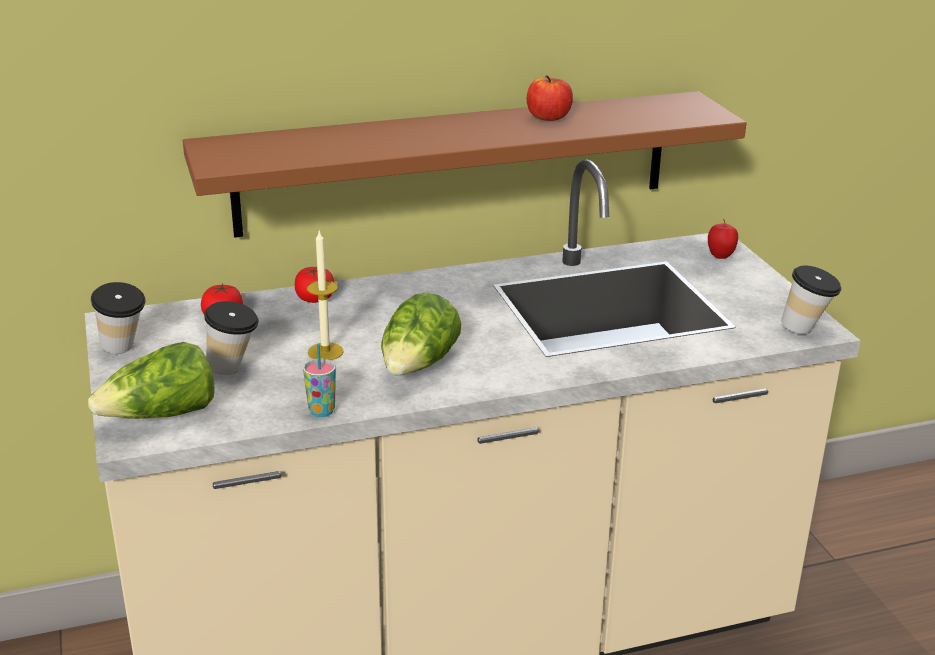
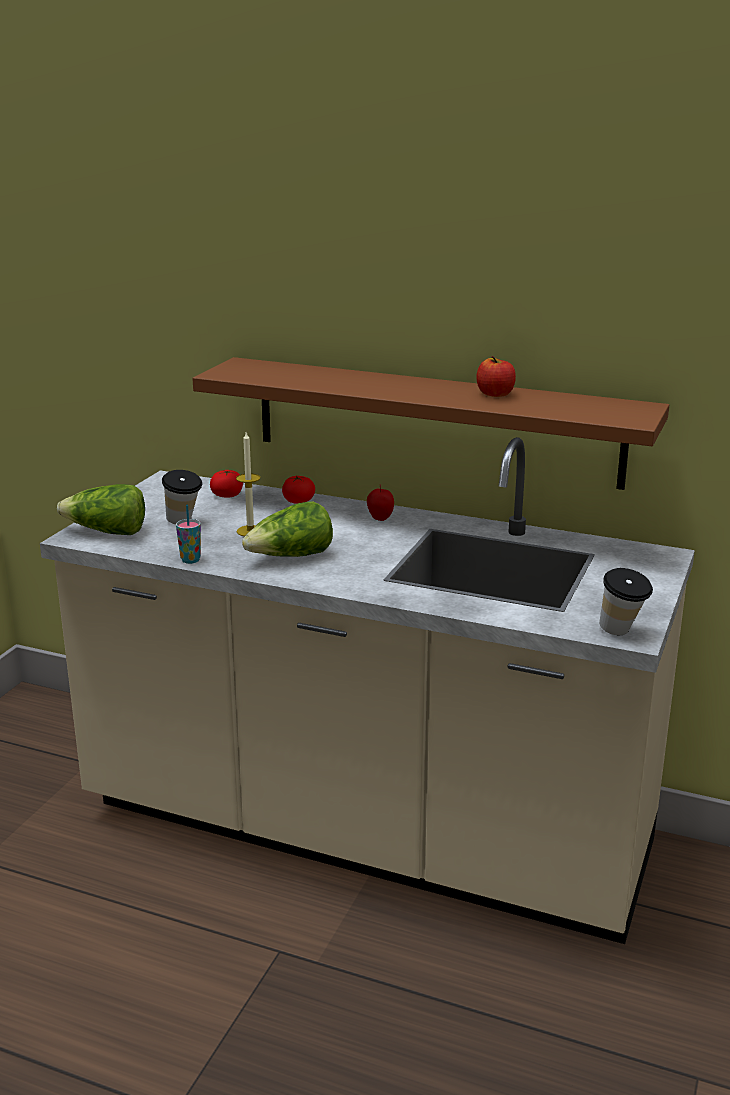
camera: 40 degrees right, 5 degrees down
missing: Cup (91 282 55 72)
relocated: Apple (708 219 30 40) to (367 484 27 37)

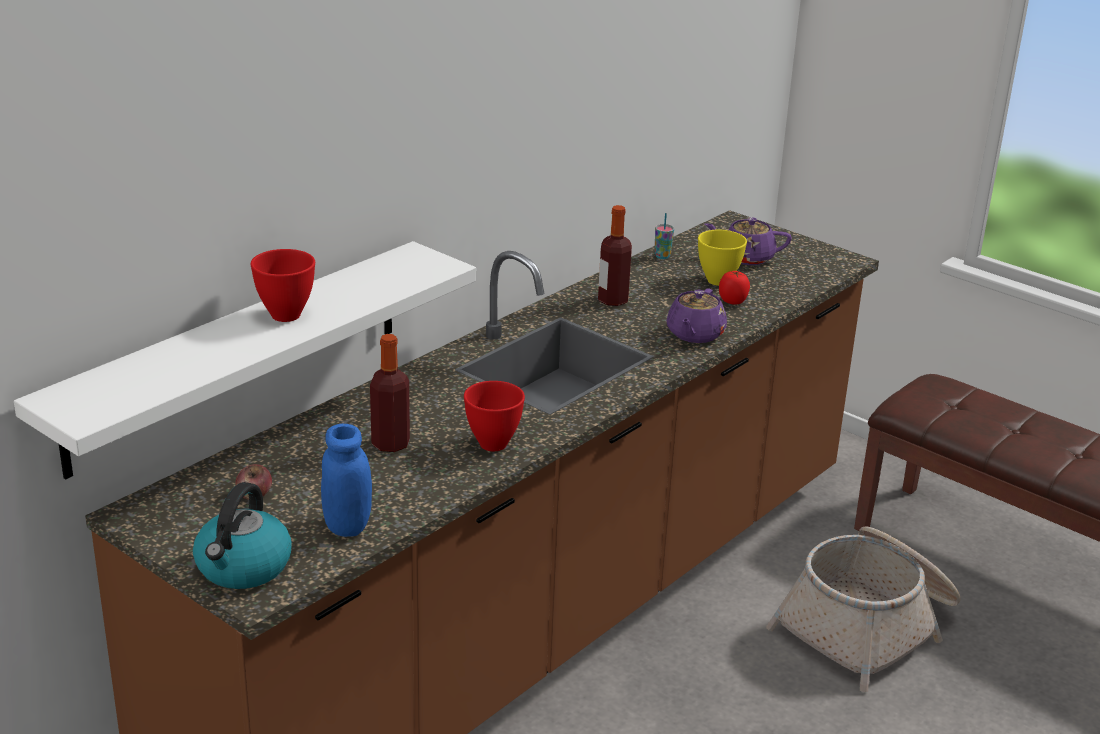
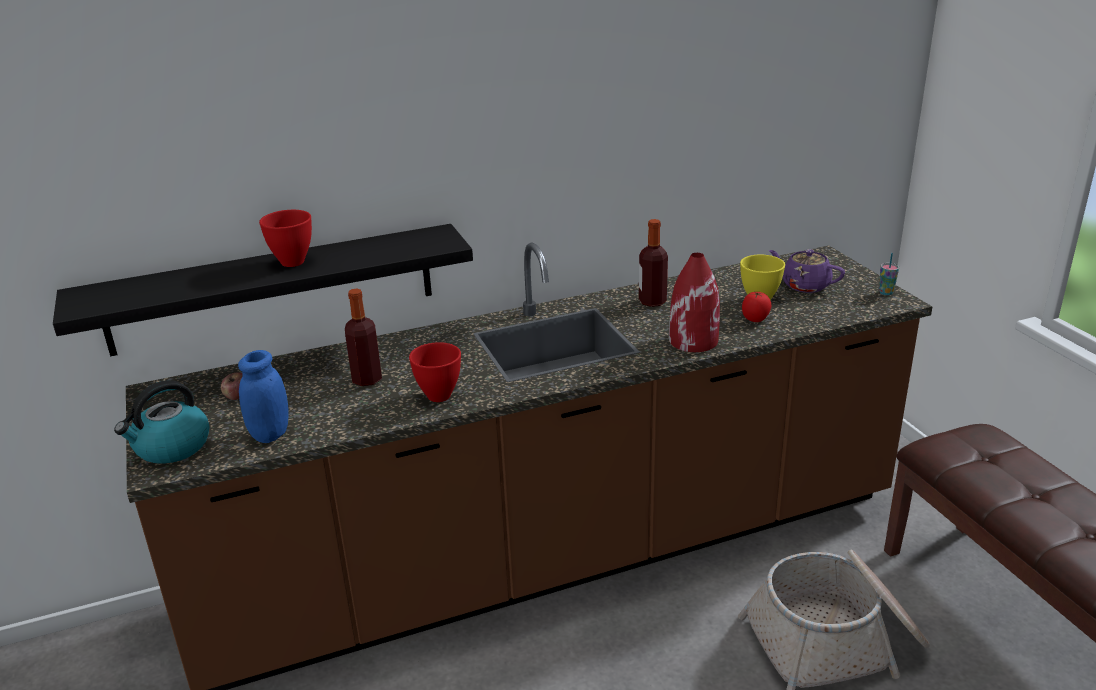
camera: 30 degrees right, 0 degrees up
relocated: Cup (655 213 19 46) to (879 253 20 42)
exchanged: PurpleTeapot (666 289 61 54) to RedVase (669 253 51 99)
colour: WhiteShelf (14 241 462 238) to BlackShelf (53 224 420 132)

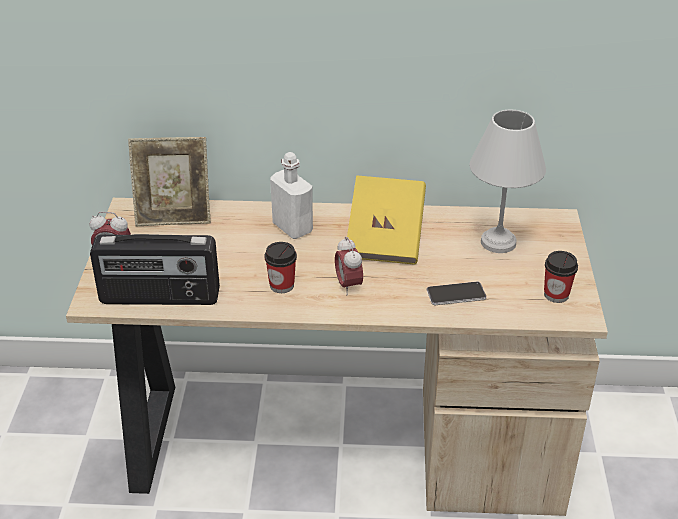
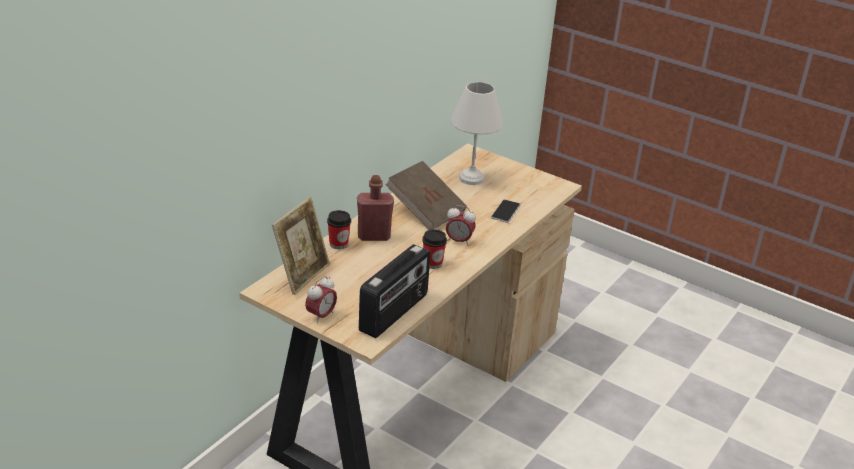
camera: 60 degrees left, 5 degrees down
relocated: Cup (544 251 34 52) to (327 210 24 39)
colour: WhiteBottle (270 152 43 87) to RedBottle (357 175 37 66); YellowBook (347 175 79 90) to BrownBook (385 161 82 69)

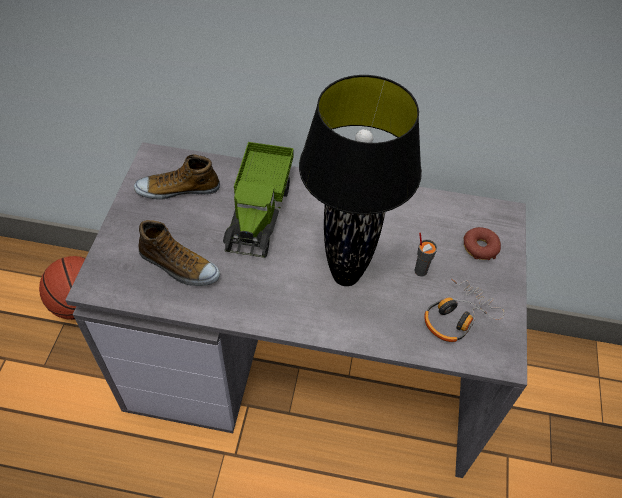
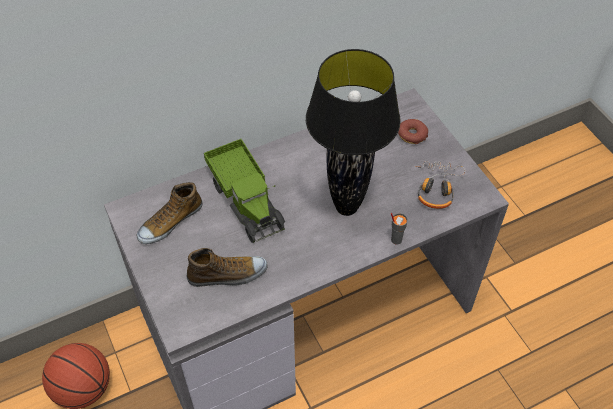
camera: 35 degrees left, 0 degrees up
relocated: GreyCup (415 233 22 44) to (391 213 17 32)

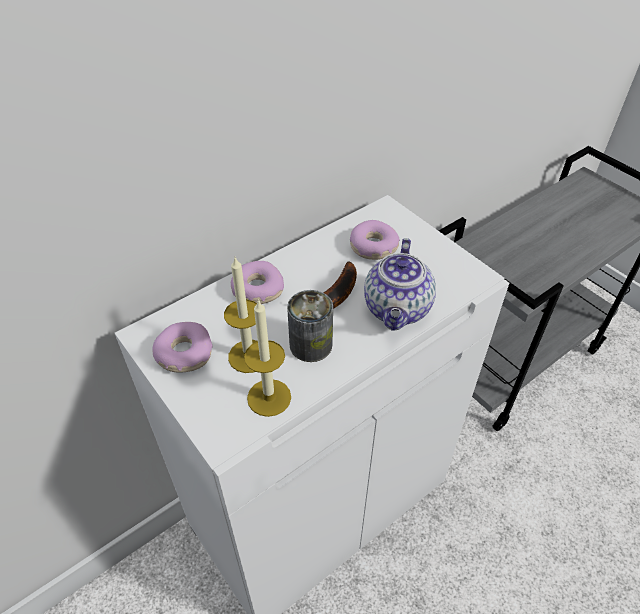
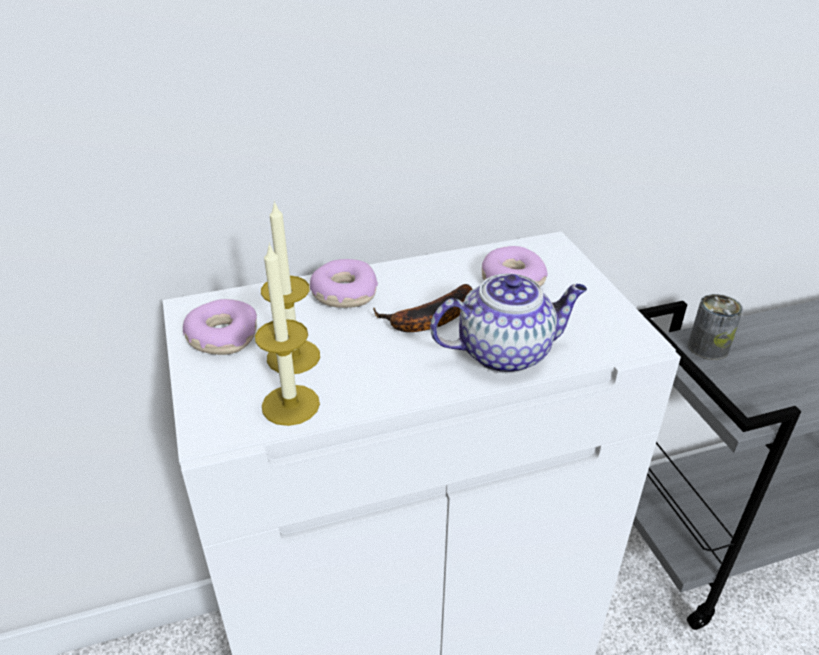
camera: 20 degrees right, 10 degrees down
relocated: Can (287 290 46 72) to (688 294 55 66)
spun: Teapot (364 238 72 93) = (430 274 157 99) 135 degrees counterclockwise

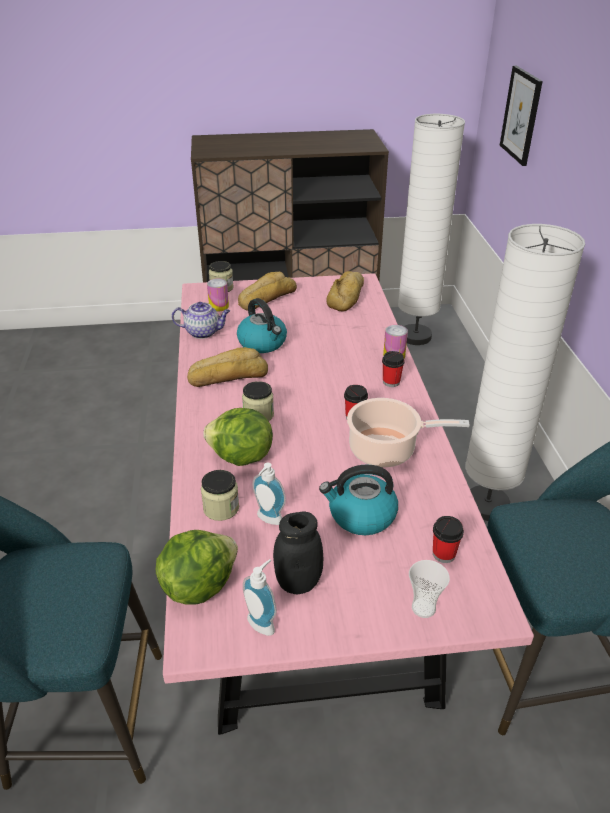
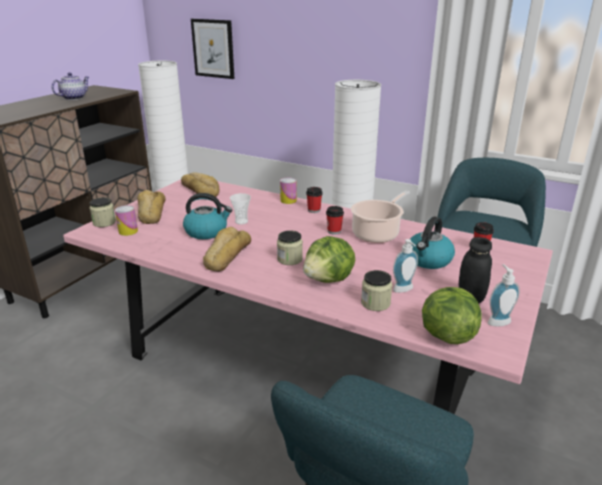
camera: 55 degrees left, 10 degrees down
relocated: Teapot (172 302 58 37) to (52 72 37 28); Cup (409 560 41 58) to (230 193 21 32)

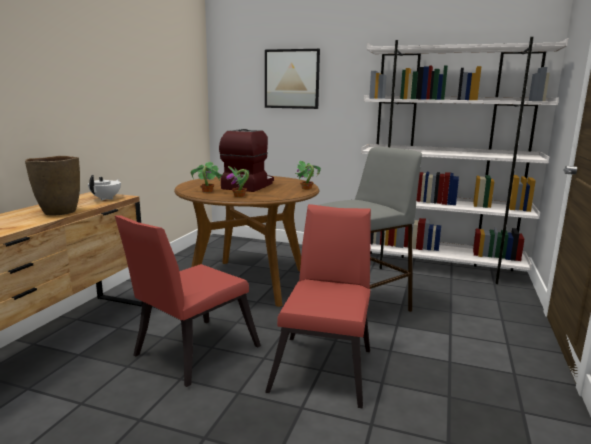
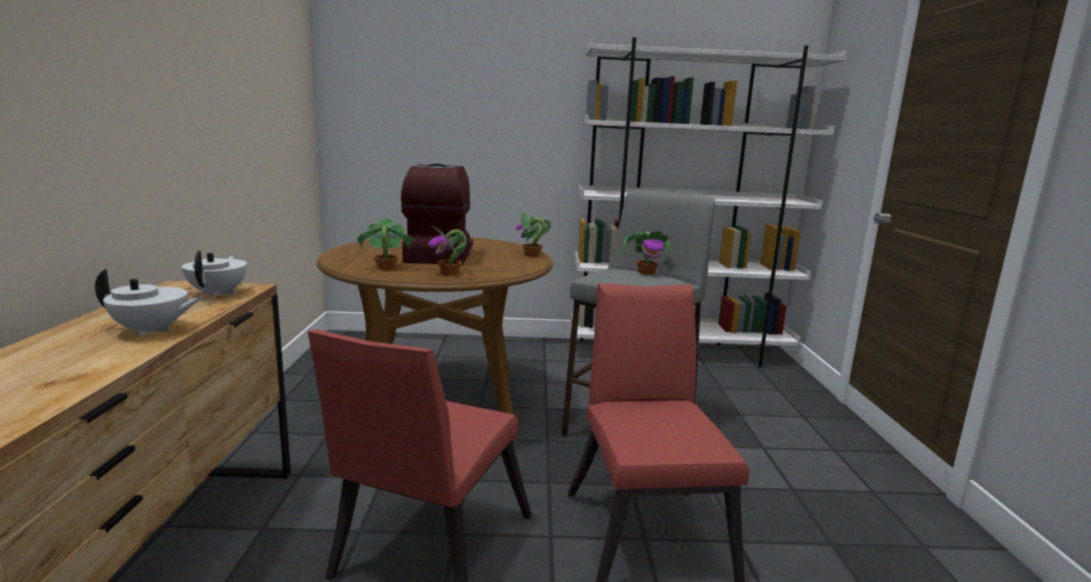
camera: 20 degrees left, 0 degrees up
missing: Picture (265 49 55 60)
appeared: PottedPlant (624 231 50 44)
exchanged: BrownVase (25 156 55 60) to WhiteTeapot (95 269 107 68)

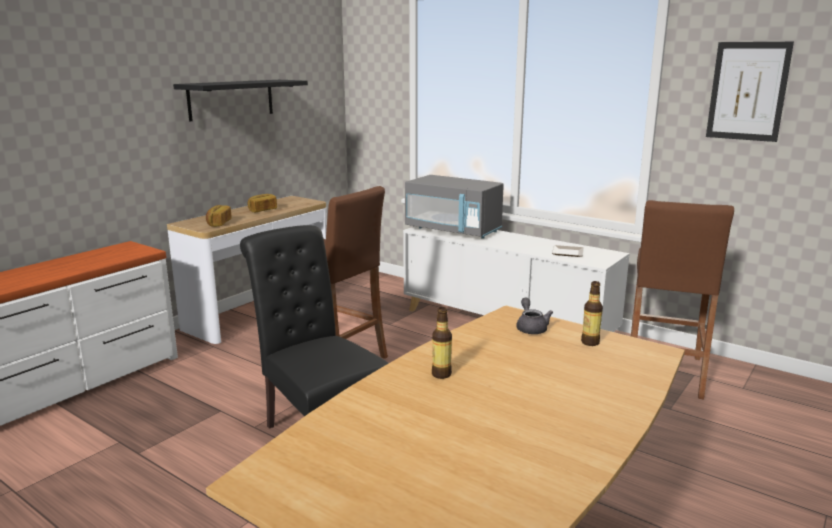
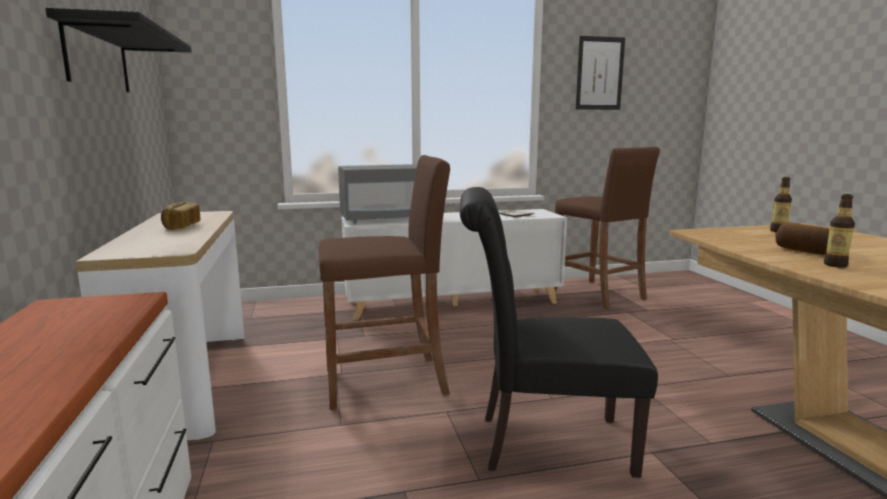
camera: 50 degrees left, 5 degrees down
missing: GreyTeapot (516 297 37 37)
relocated: Bread (206 205 26 22) to (776 222 54 33)

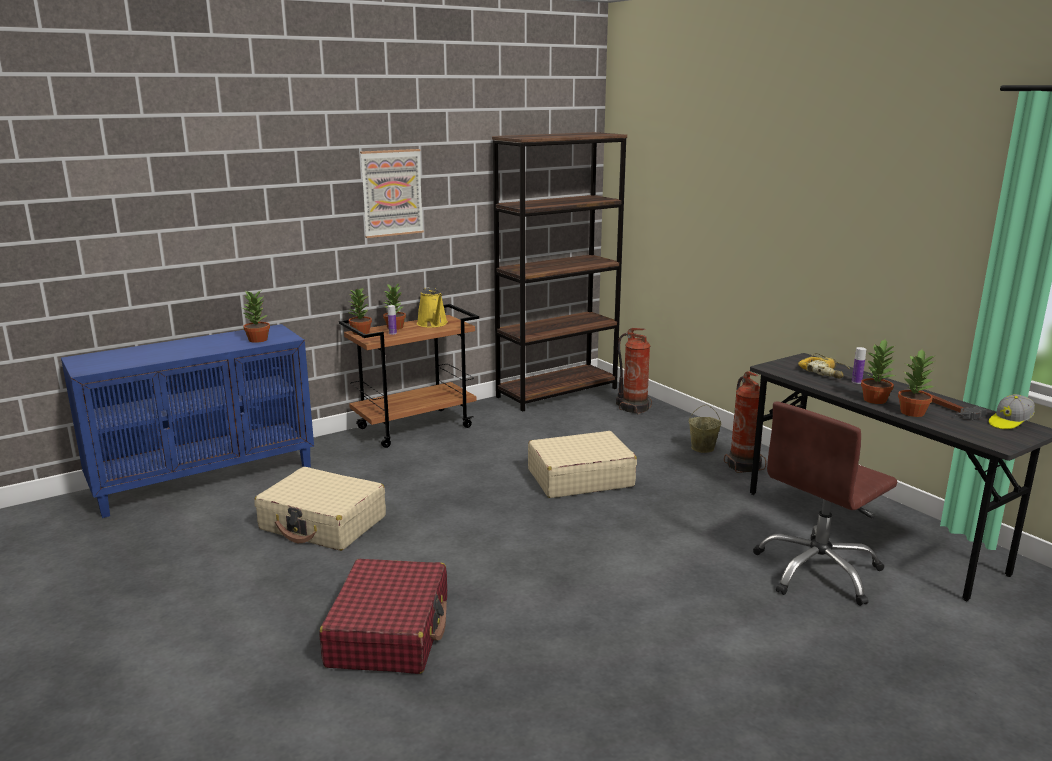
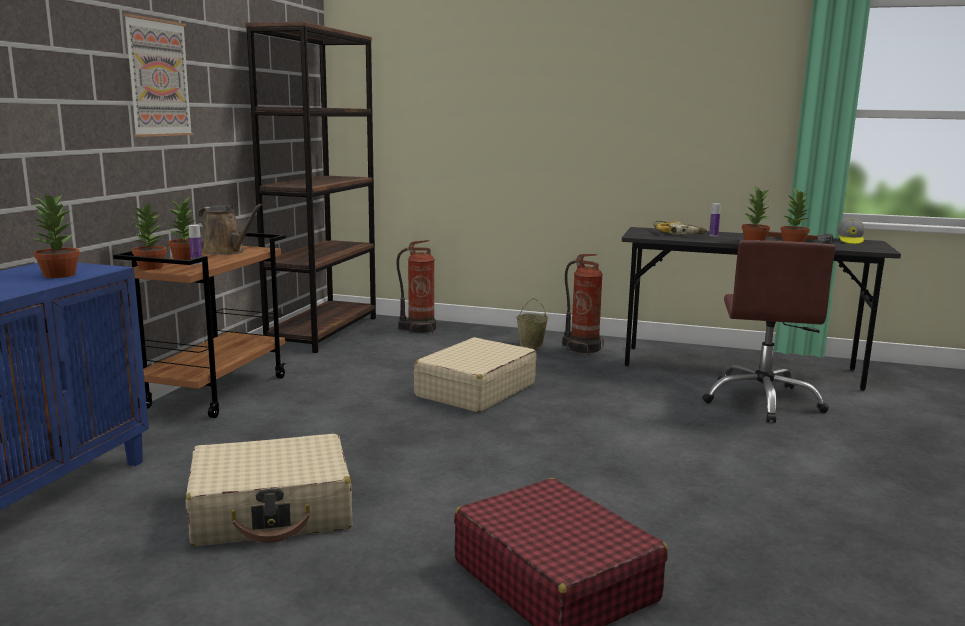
camera: 40 degrees left, 5 degrees down
colour: YellowWateringCan (417 287 31 41) to BrownWateringCan (198 204 64 51)

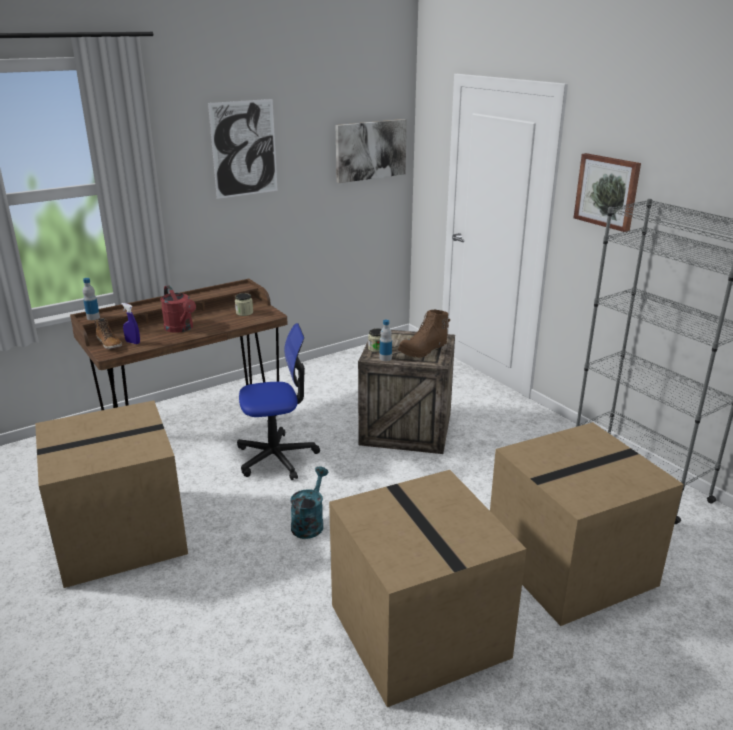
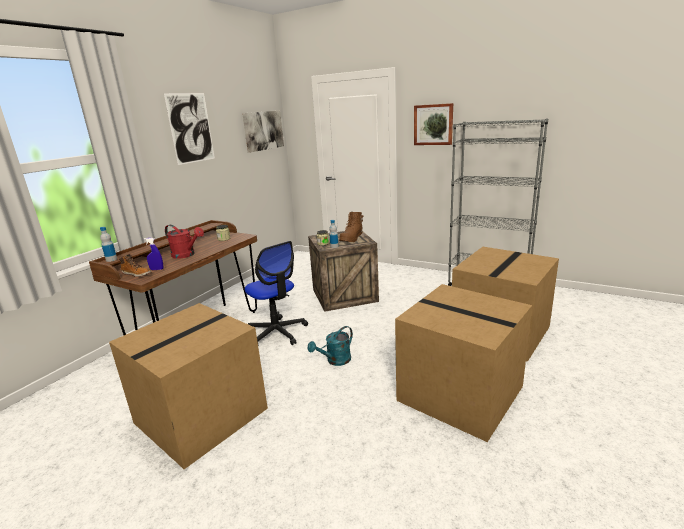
camera: 25 degrees left, 5 degrees down
spun: OfficeChair (237 323 83 157) = (245 241 63 104) 90 degrees clockwise; TurquoiseWateringCan (290 467 38 72) = (308 326 45 40) 120 degrees counterclockwise

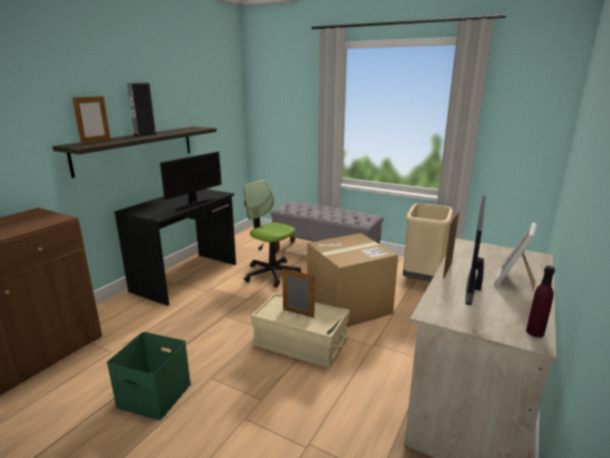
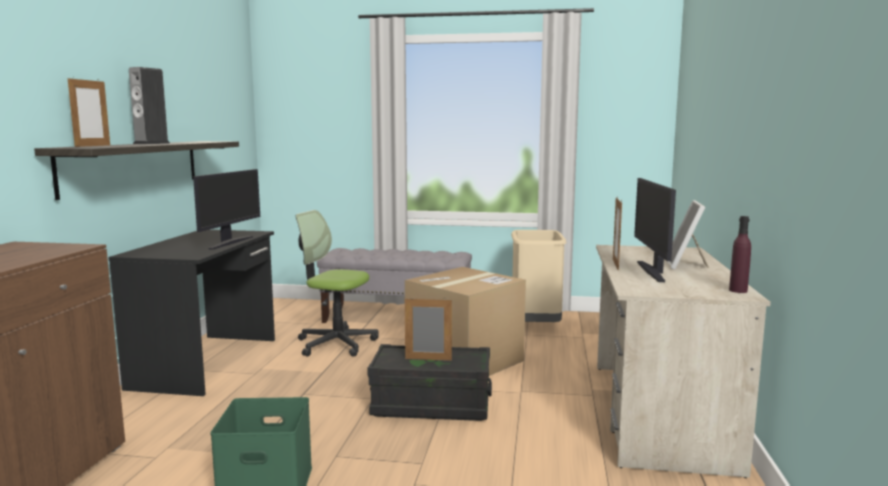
camera: 20 degrees left, 10 degrees down
colour: BeigeStorageBox (251 292 99 77) to BlackStorageBox (367 344 125 77)

